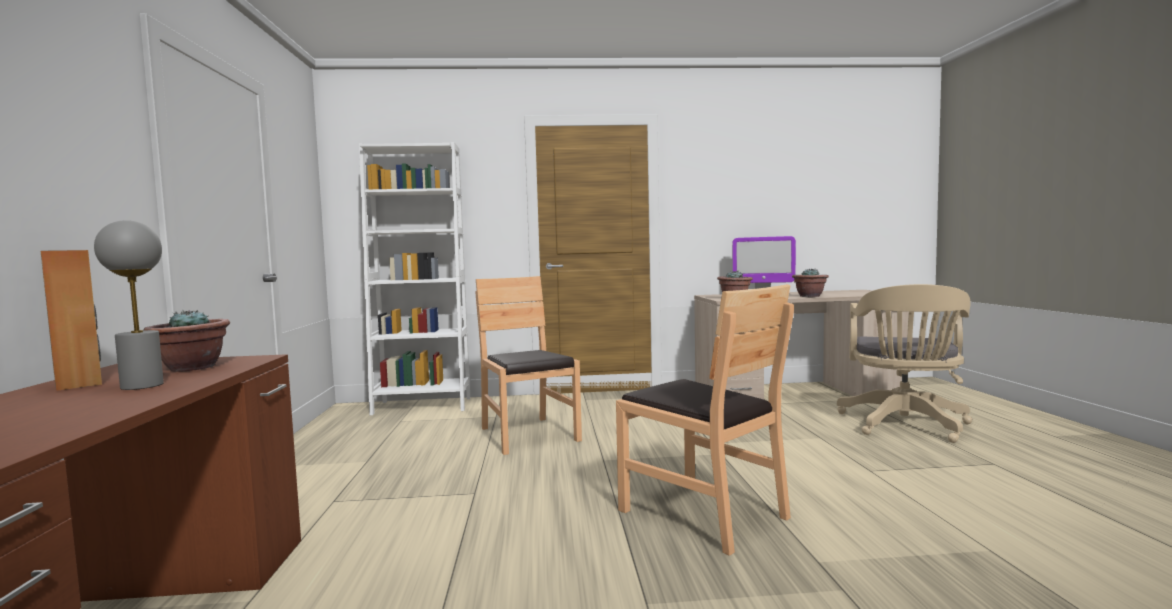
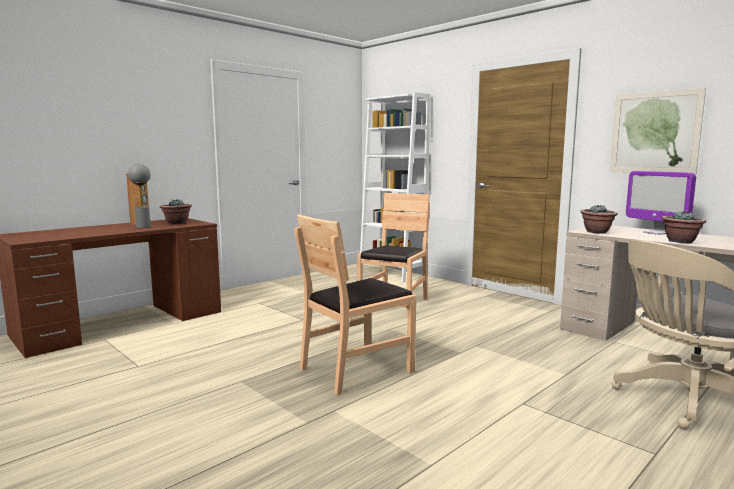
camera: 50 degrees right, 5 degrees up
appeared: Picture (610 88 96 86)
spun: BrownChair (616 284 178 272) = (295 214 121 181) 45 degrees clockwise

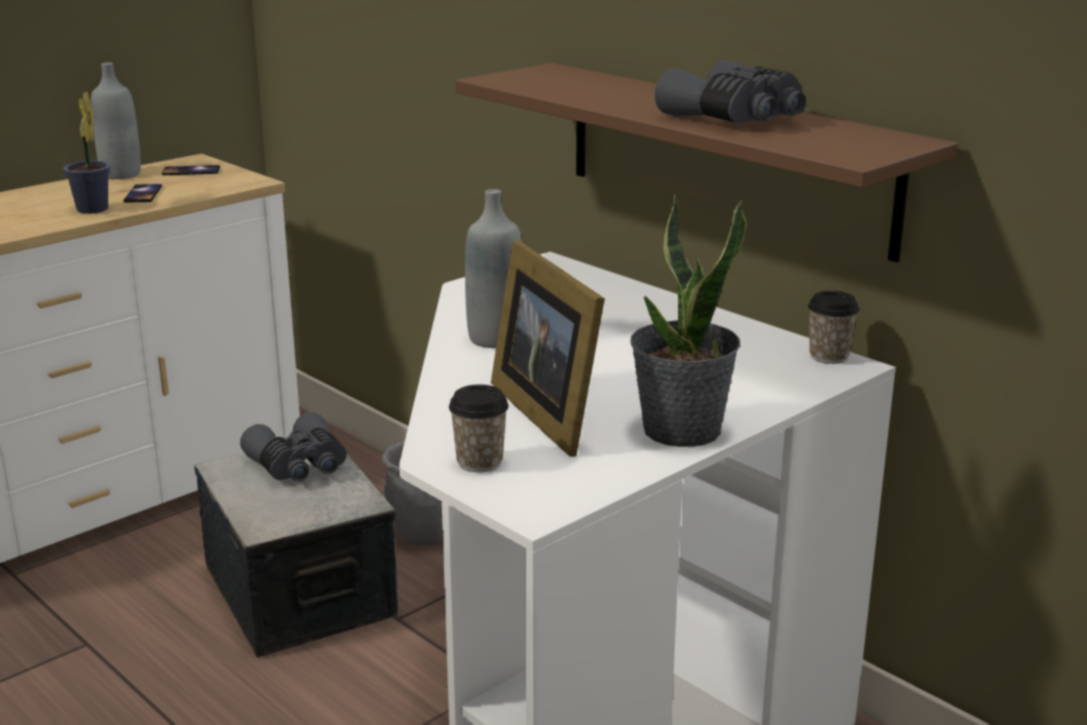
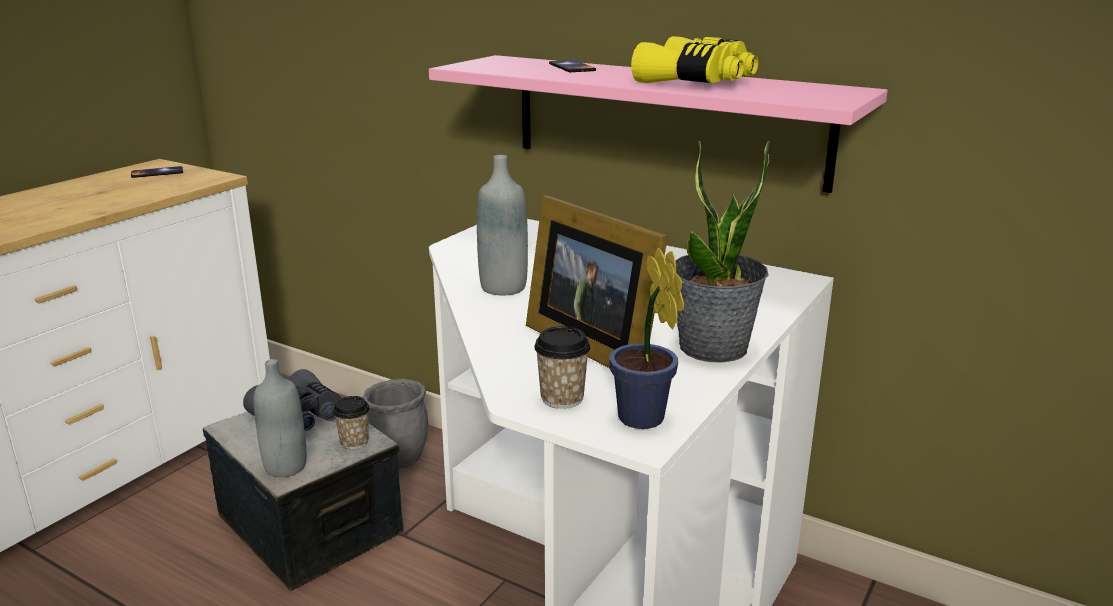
camera: 15 degrees left, 0 degrees up
relocated: PottedPlant (63 92 47 122) to (609 247 75 182); GreyBottle (91 63 50 116) to (254 359 53 118); Phone (123 184 39 19) to (549 60 47 12); Cup (808 291 51 73) to (333 396 36 53)
colour: BrownShelf (455 63 503 199) to PinkShelf (429 55 459 138); GreyBinoculars (655 60 151 63) to YellowBinoculars (631 36 127 47)

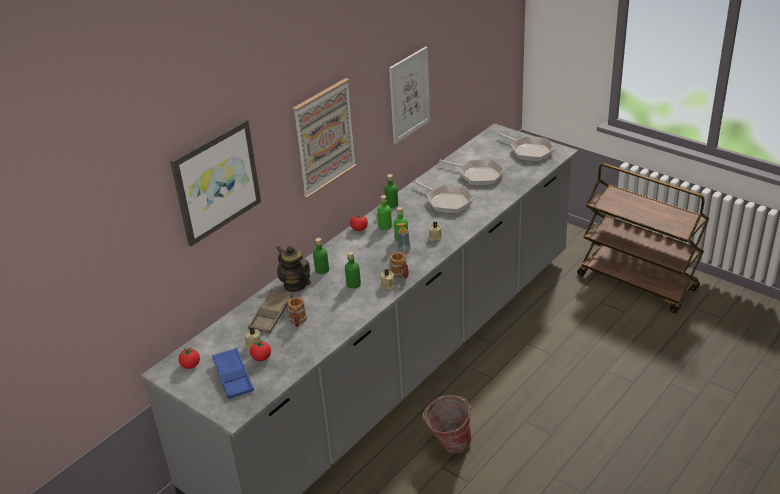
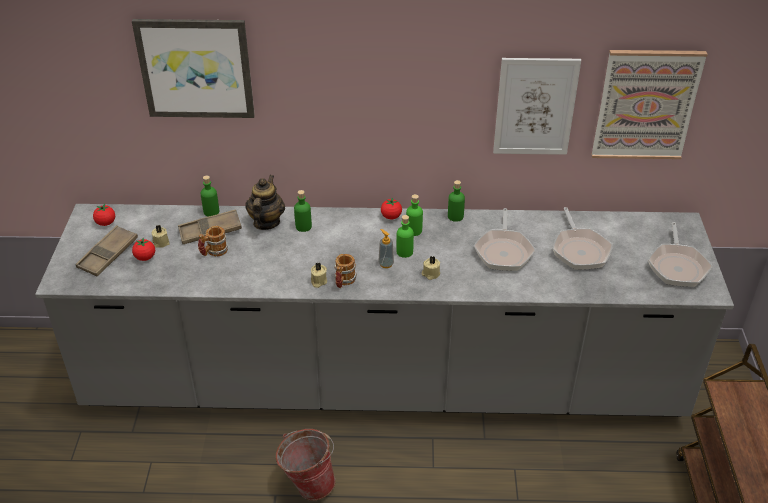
camera: 50 degrees right, 5 degrees up
relocated: Picture (293 78 64 121) to (591 50 117 109); GreenBottle (345 251 16 38) to (200 176 19 41)
colour: BlueTray (212 348 42 51) to BrownTray (76 225 62 51)

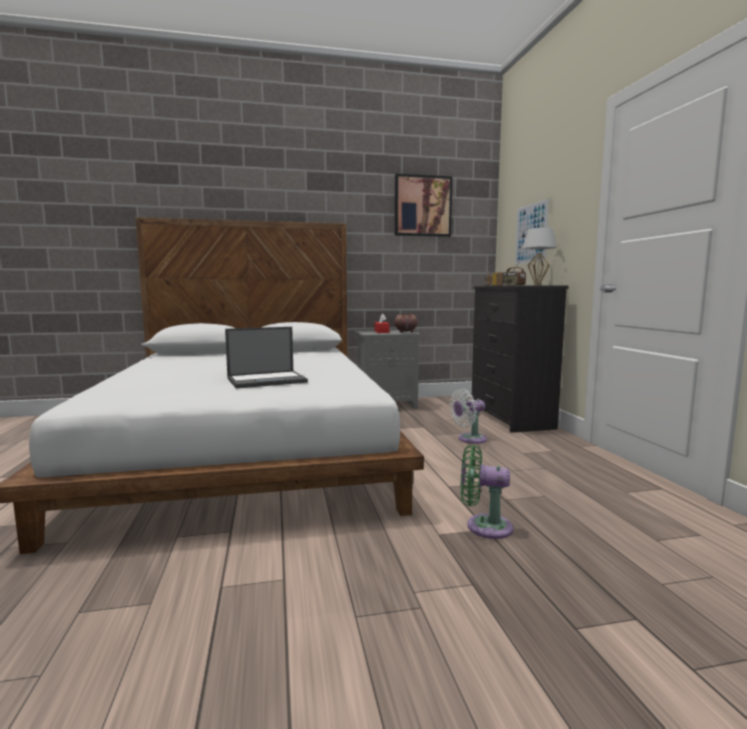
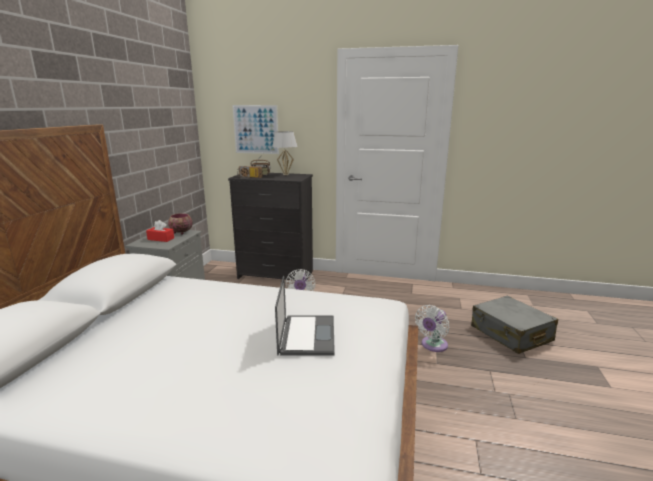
camera: 65 degrees left, 10 degrees up
missing: Picture (395 174 58 63)
appeared: GreySuitcase (471 296 87 58)
colour: GreenFan (460 445 53 94) to WhiteFan (415 305 34 47)

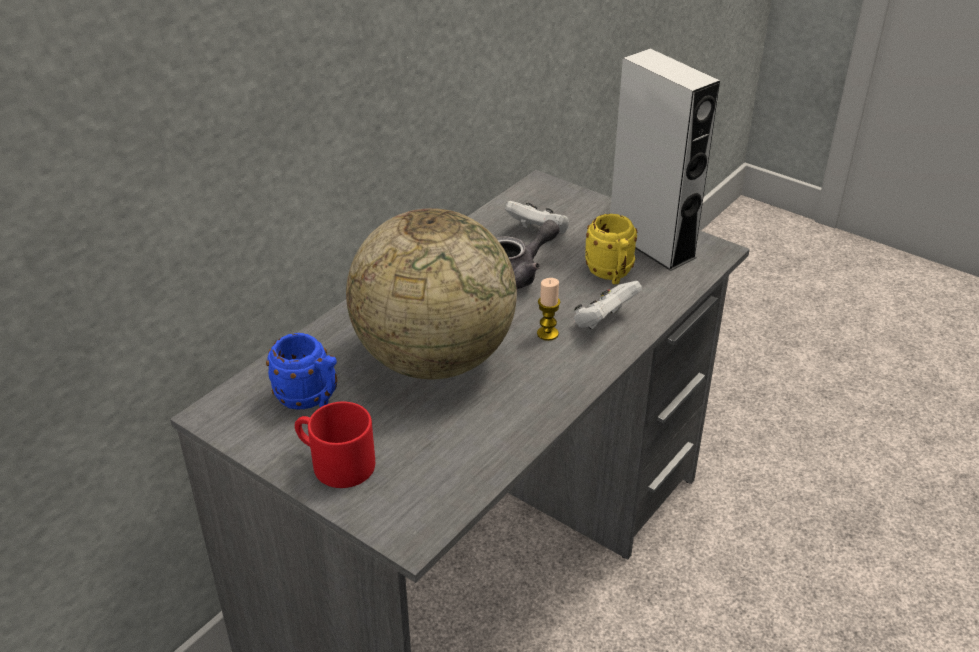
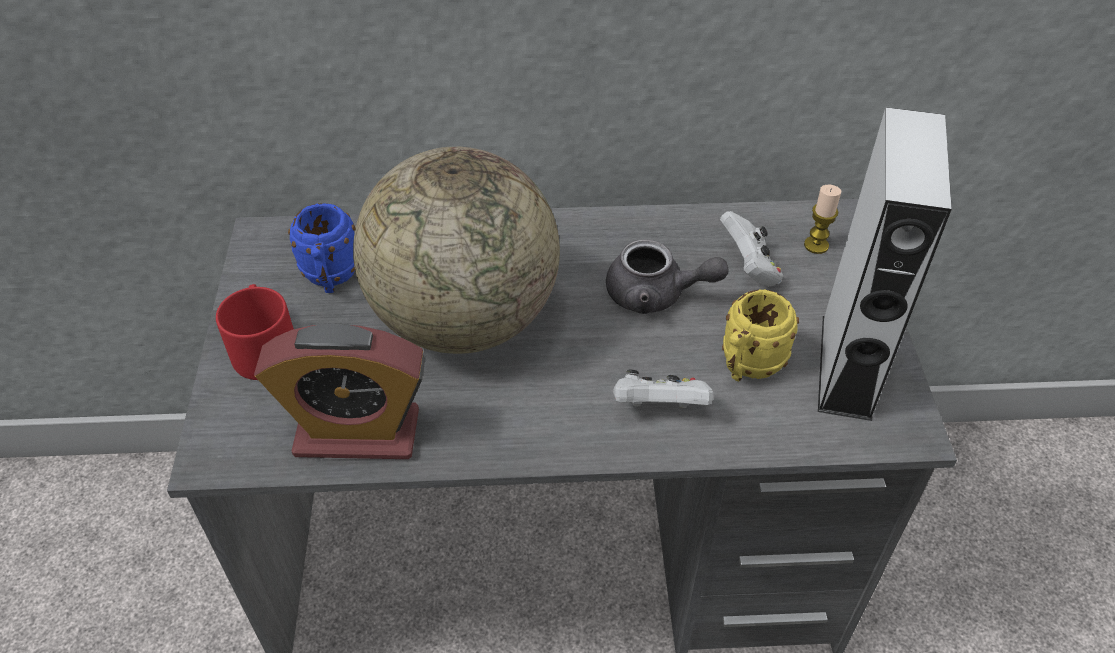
camera: 50 degrees right, 10 degrees up
appeared: AlarmClock (254 323 171 136)
relocated: Candle (537 278 23 63) to (804 185 37 69)

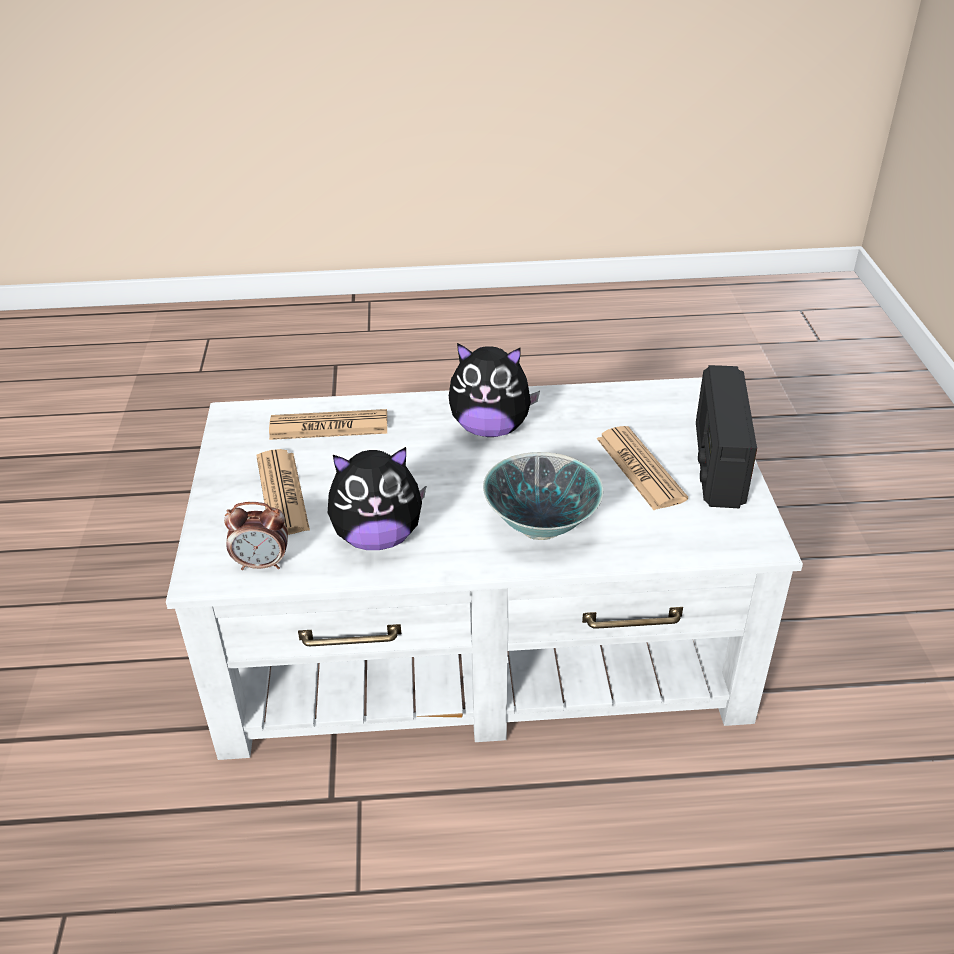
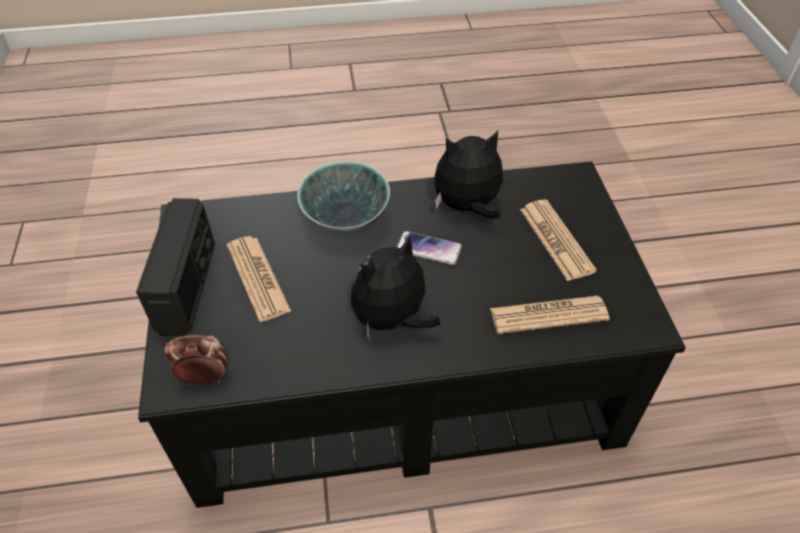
camera: 175 degrees right, 10 degrees up
appeared: Phone (397 231 65 34)
relocated: AlarmClock (224 502 64 68) to (165 335 62 50)
colour: WhiteCoffeeTable (166 377 637 383) to BlackCoffeeTable (138 161 548 347)
spun: PlushToy (449 343 91 94) = (351 234 89 105) 45 degrees counterclockwise

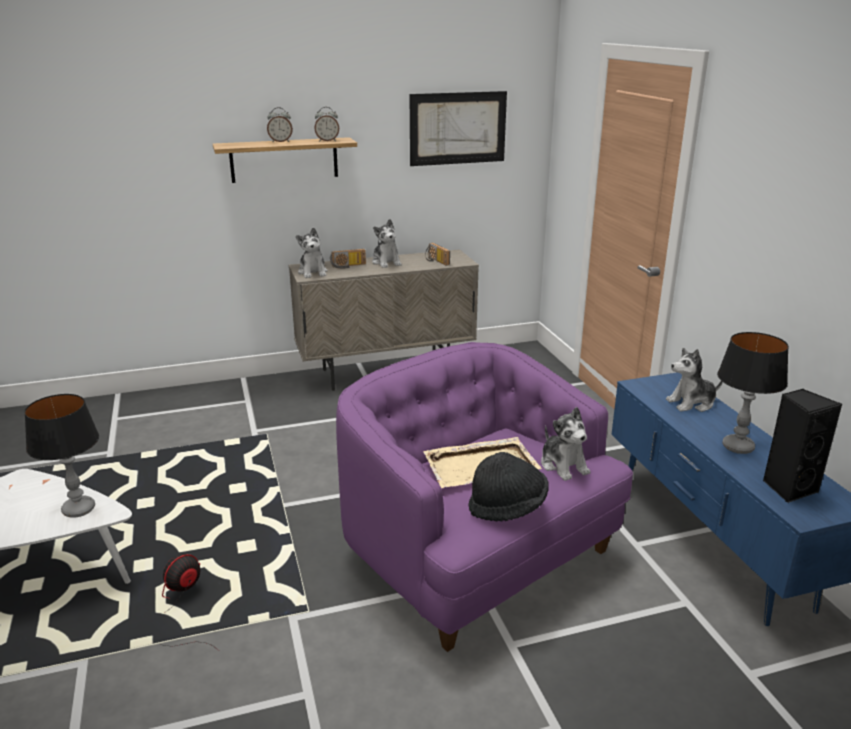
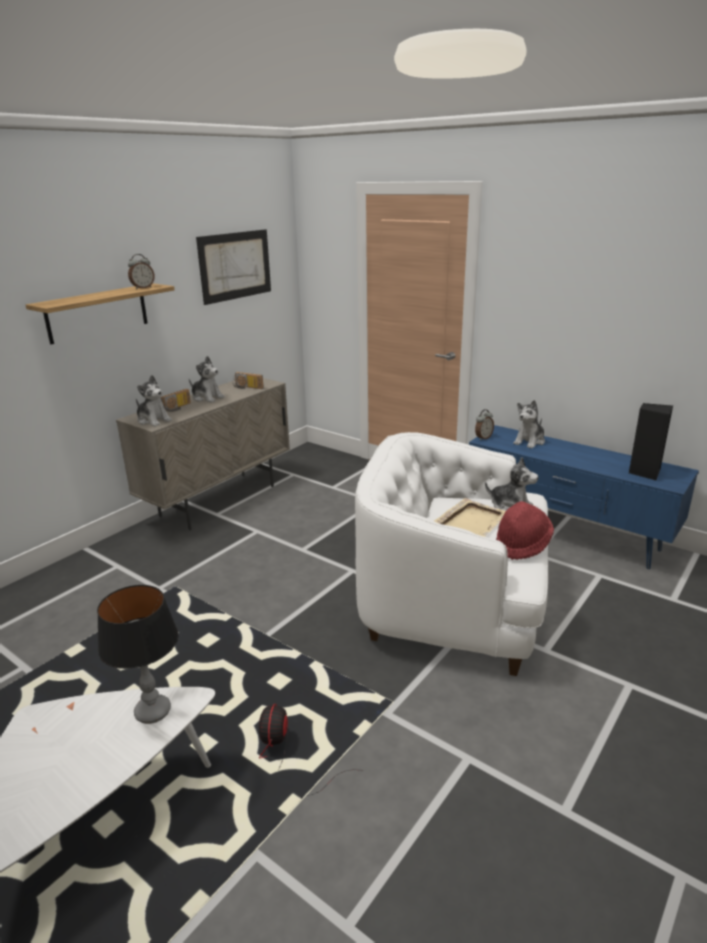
camera: 35 degrees left, 0 degrees up
missing: TableLamp (717 332 72 122)
relocated: AlarmClock (267 107 26 35) to (475 409 19 32)
colour: PurpleArmchair (336 342 297 310) to WhiteArmchair (355 432 193 244); BlackHat (468 452 81 70) to RedHat (496 501 58 59)

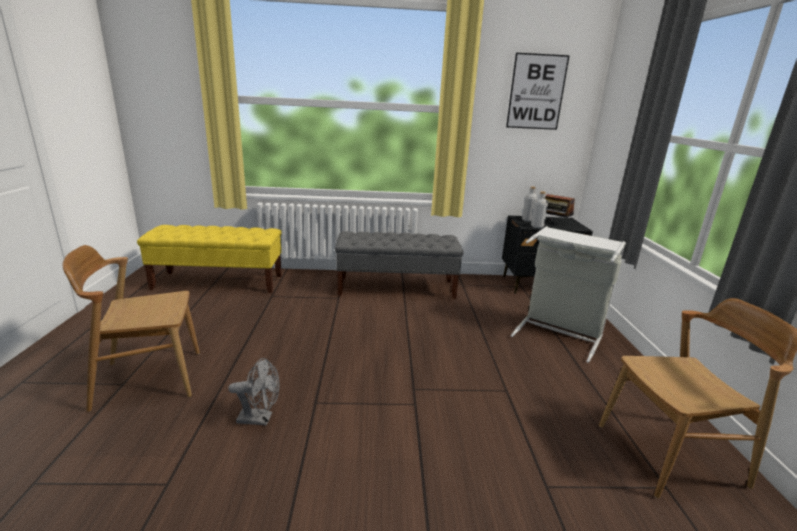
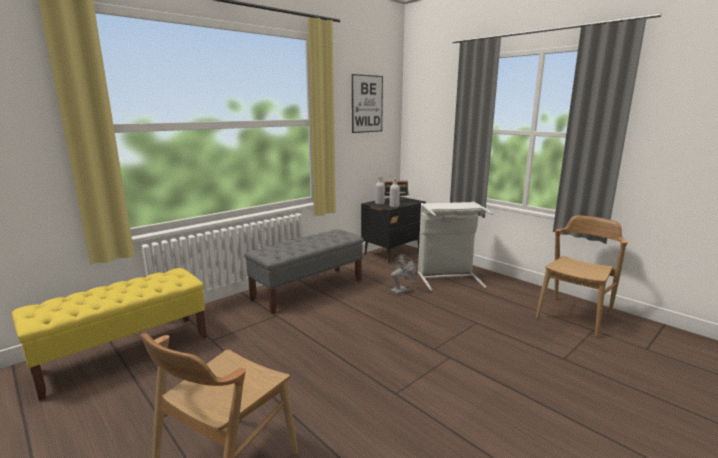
camera: 40 degrees left, 5 degrees down
relocated: GreyFan (228 358 51 68) to (391 255 26 40)

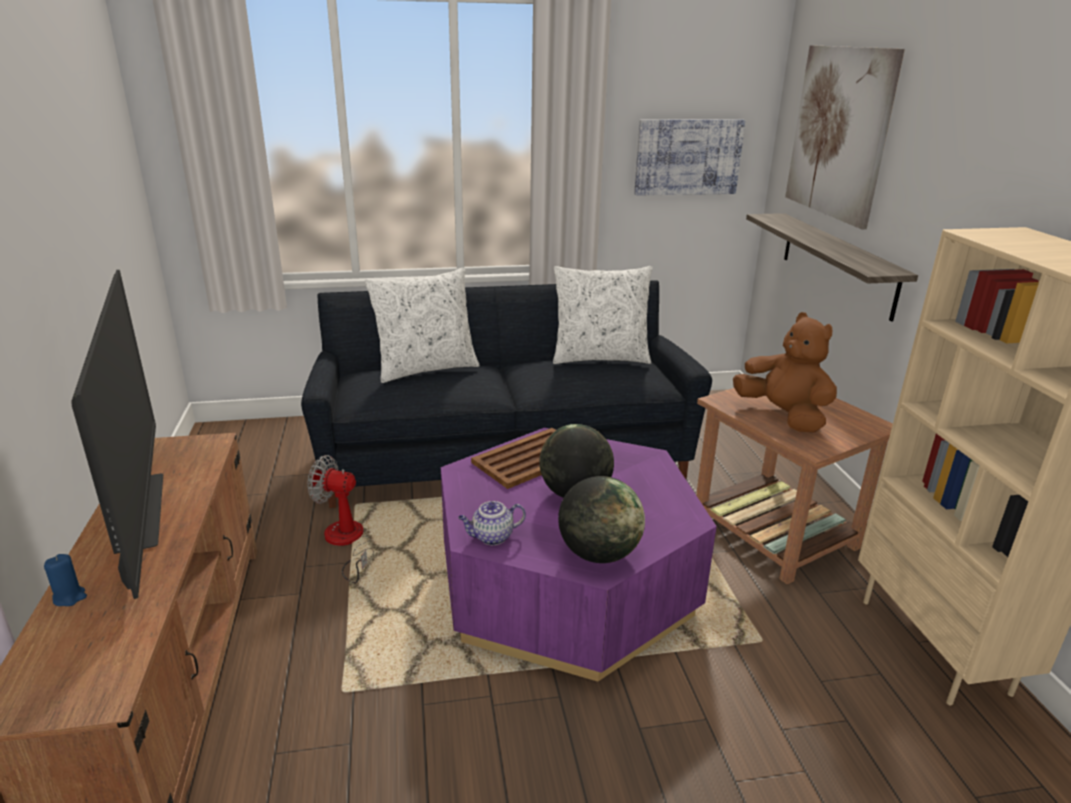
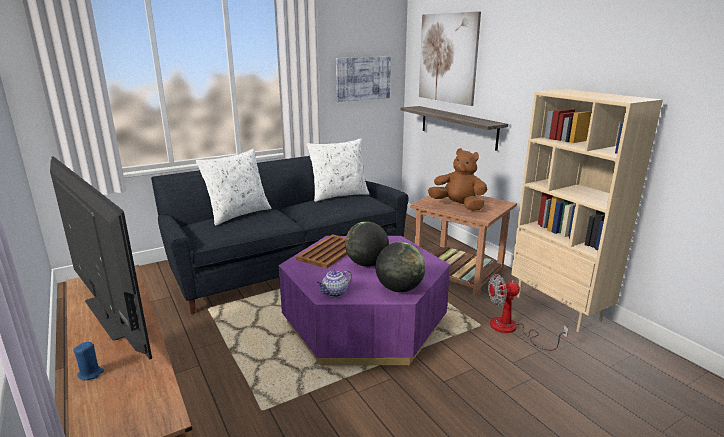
camera: 20 degrees left, 5 degrees down
relocated: Fan (308 455 66 128) to (488 274 80 77)

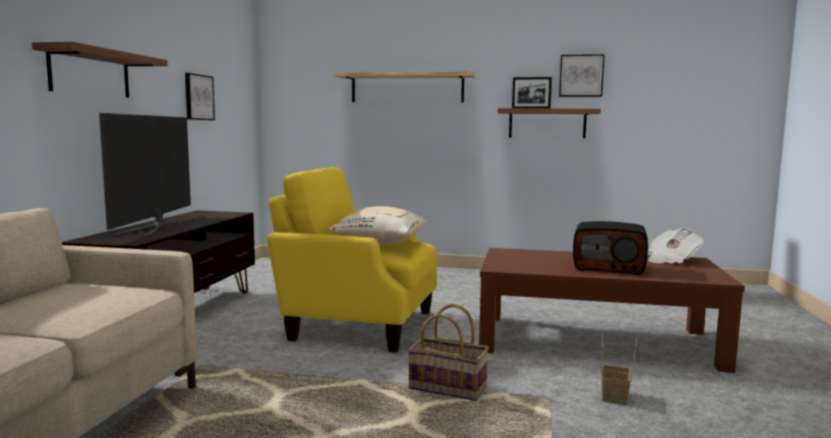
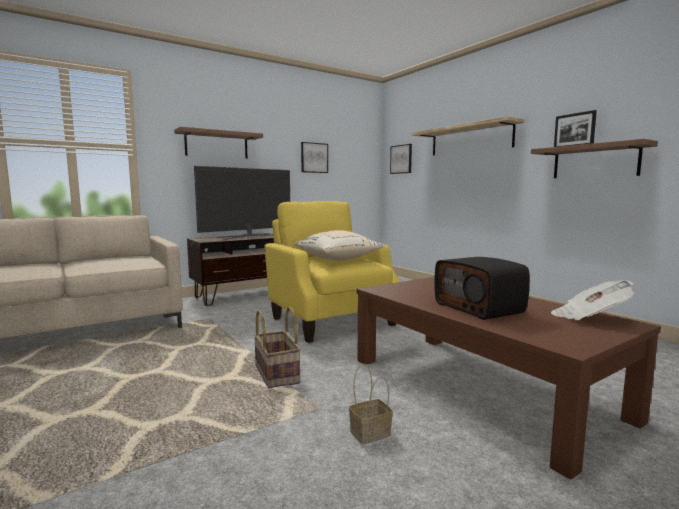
camera: 45 degrees right, 0 degrees up
relocated: Picture (559 54 46 43) to (390 144 22 30)

